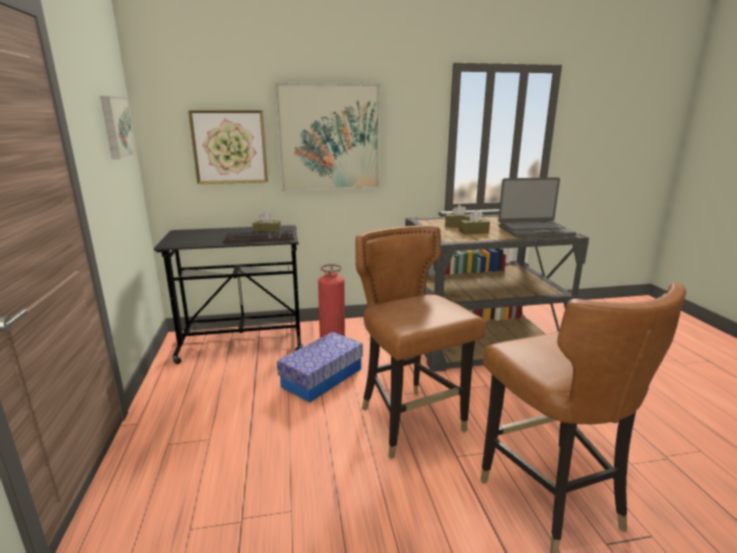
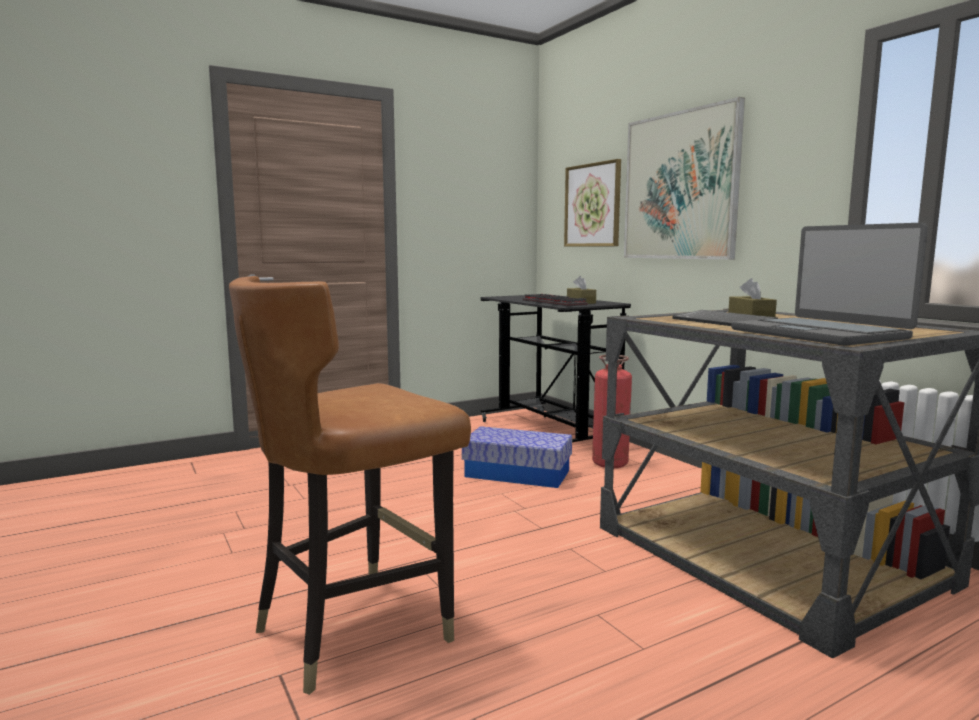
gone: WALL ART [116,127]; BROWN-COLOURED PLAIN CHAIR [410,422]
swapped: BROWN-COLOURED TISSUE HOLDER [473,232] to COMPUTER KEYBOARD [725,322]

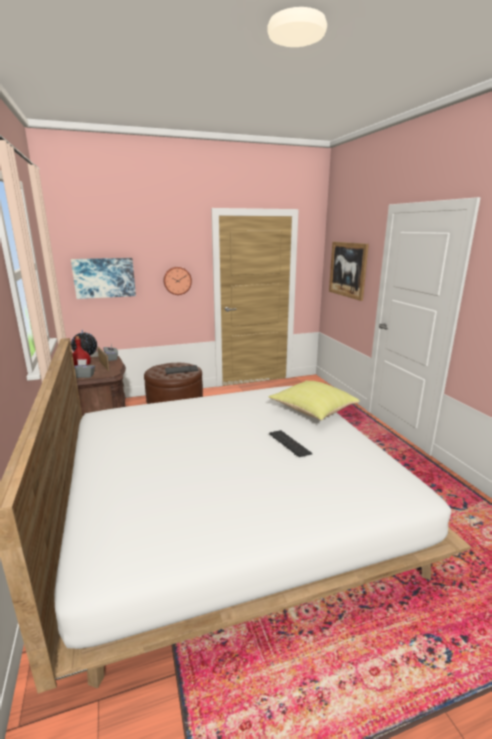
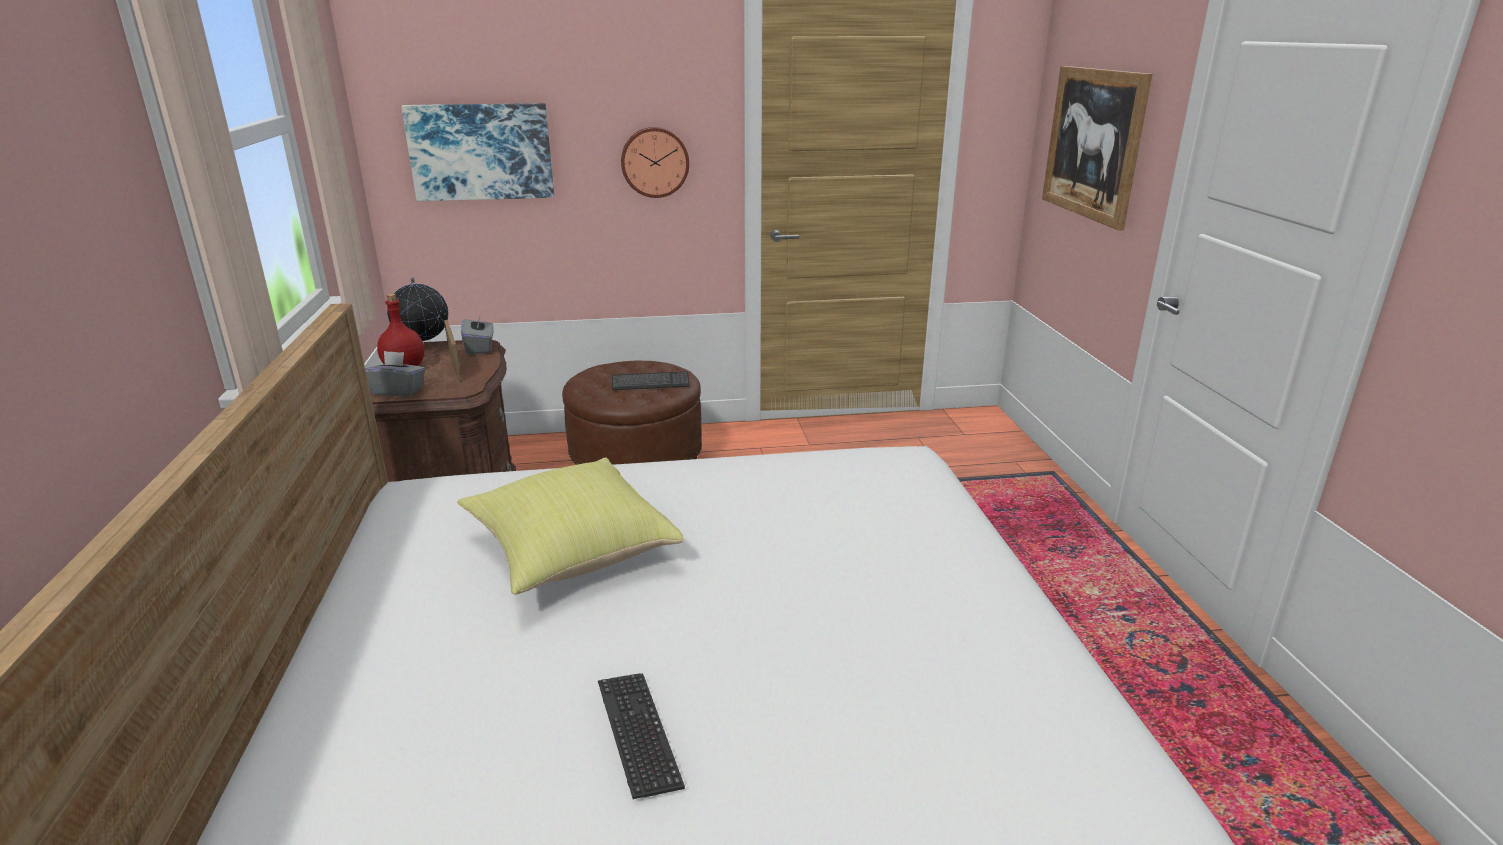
shifted: YELLOW-COLOURED THROW PILLOW [311,411] to [569,551]; COMPUTER KEYBOARD [289,444] to [638,734]

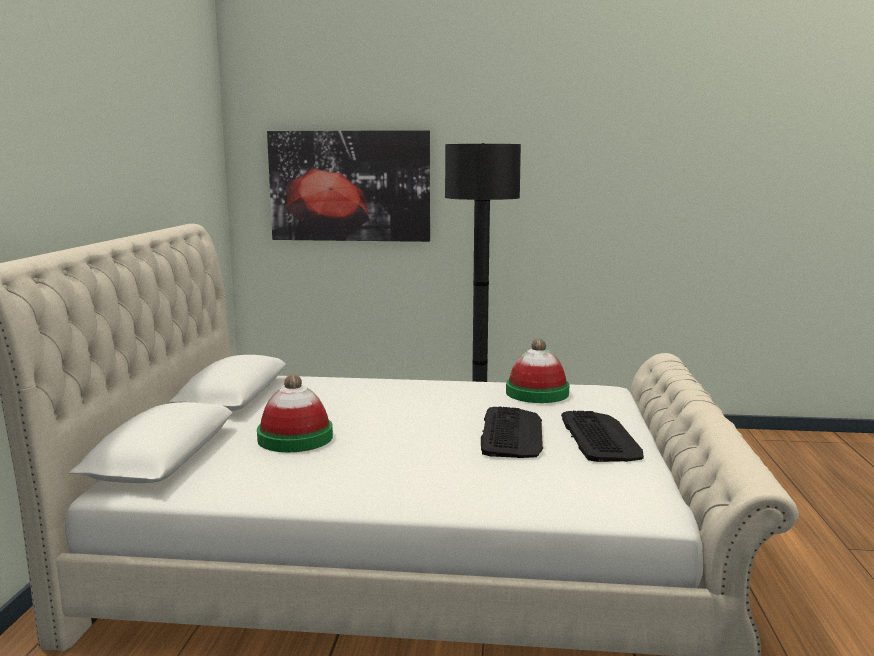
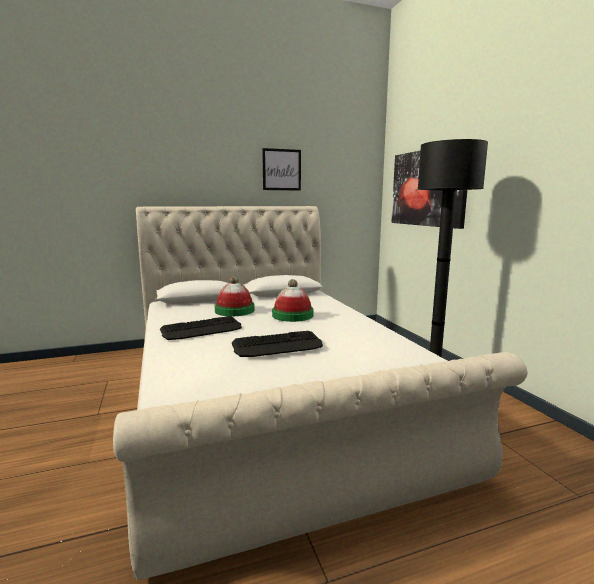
new: WALL ART [281,169]
shifted: HAT [537,393] to [292,315]; COMPUTER KEYBOARD [599,437] to [202,329]

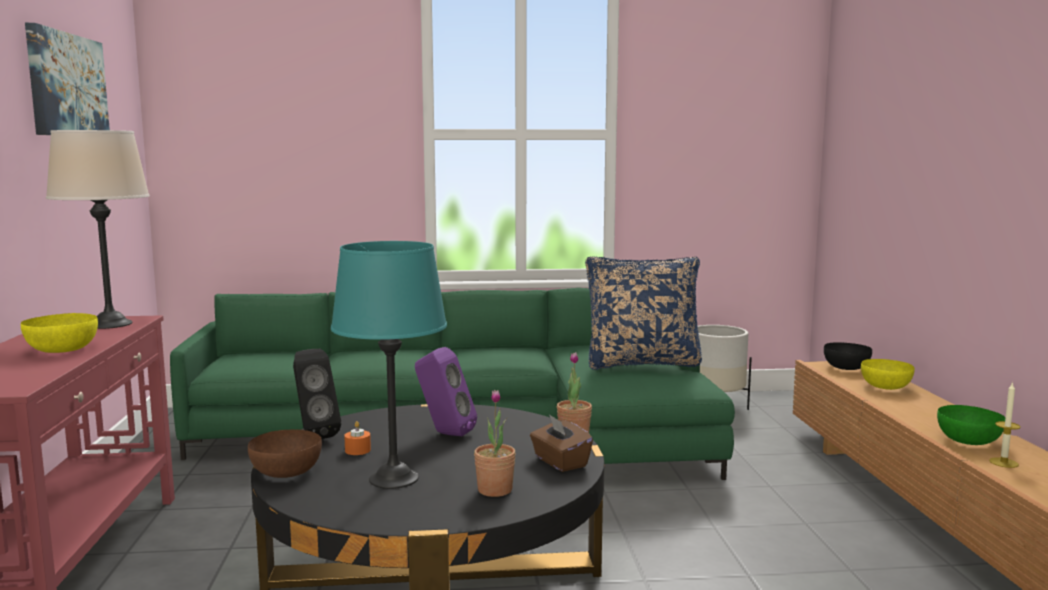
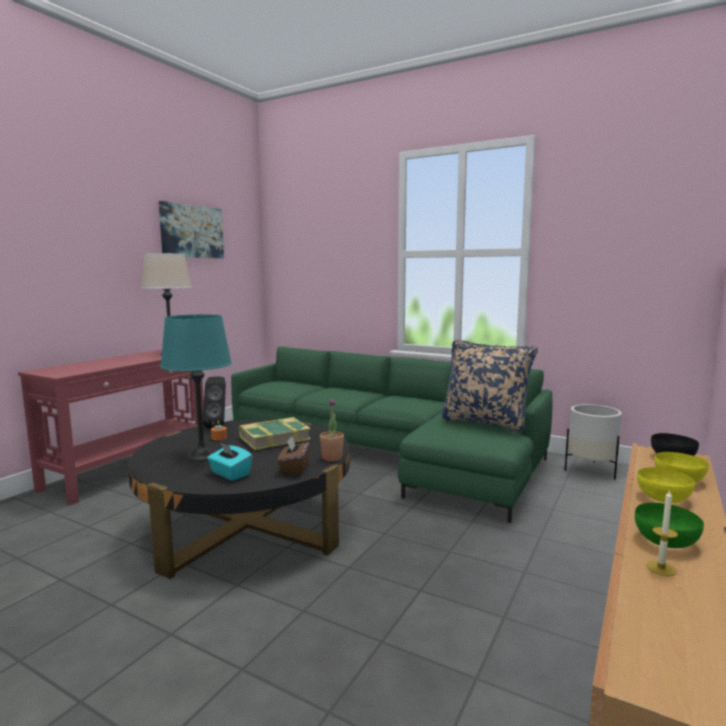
gone: BROWN-COLOURED DEEP DISH [285,471]
shifted: YELLOW-COLOURED DEEP DISH [62,349] to [662,497]
swapped: PURPLE SPEAKER [444,433] to BOUND BOOK [274,439]; POTTED PLANT [495,490] to BLUE-GREEN TISSUE HOLDER [230,474]

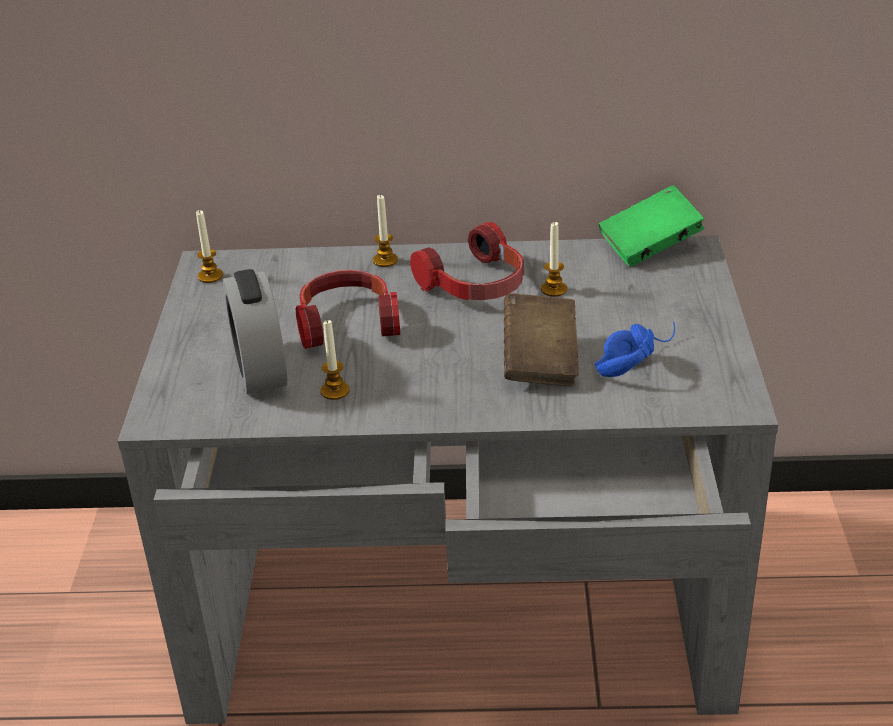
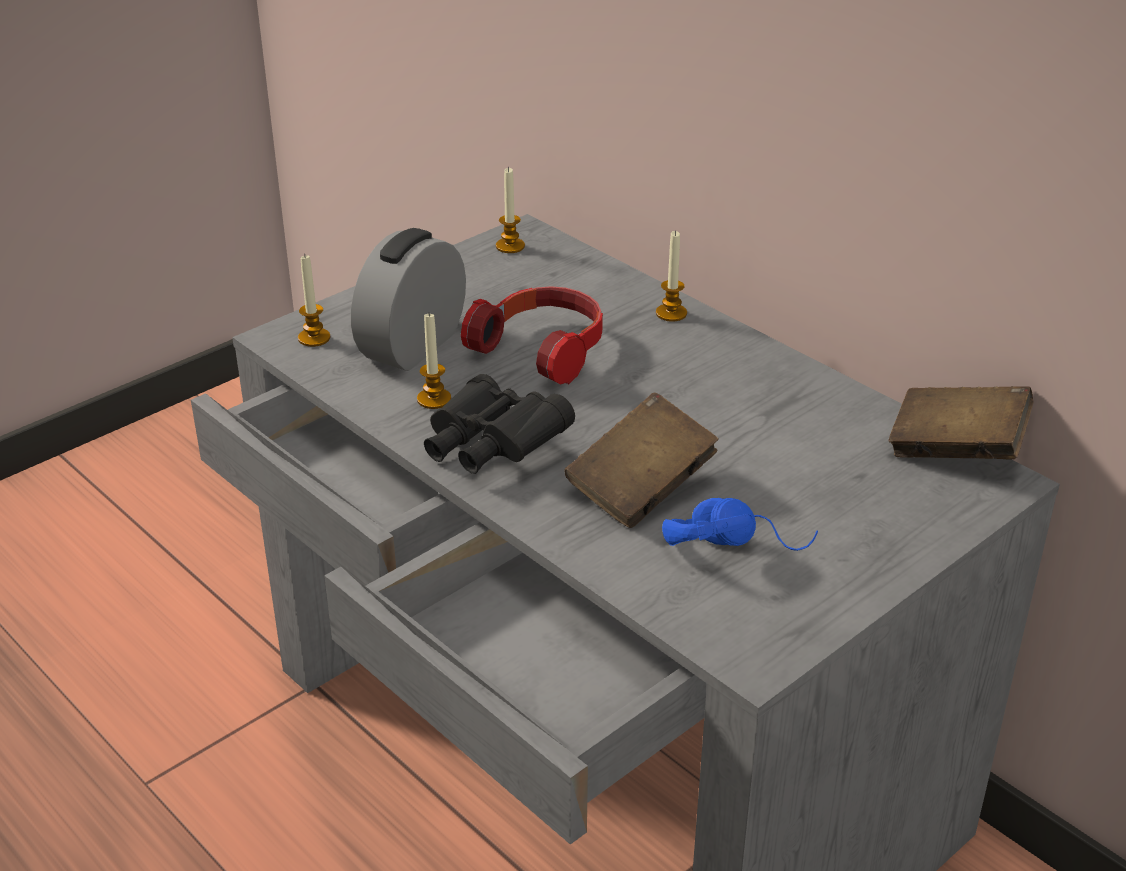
gone: PAIR OF HEADPHONES [476,285]
new: BLACK-COLOURED BINOCULARS [491,448]
shifted: WAX CANDLE [554,289] to [314,338]
repainted: GREEN-COLOURED BOUND BOOK [650,246] to BROWN-COLOURED BOUND BOOK [955,450]

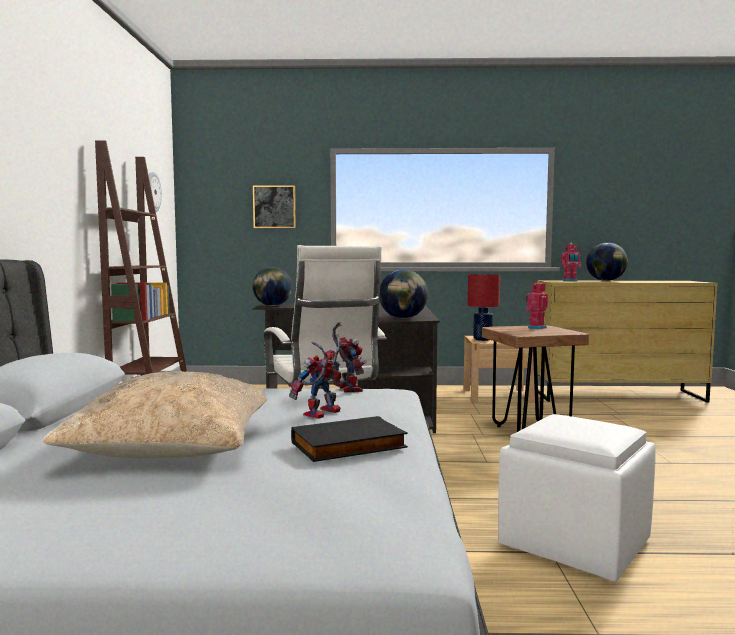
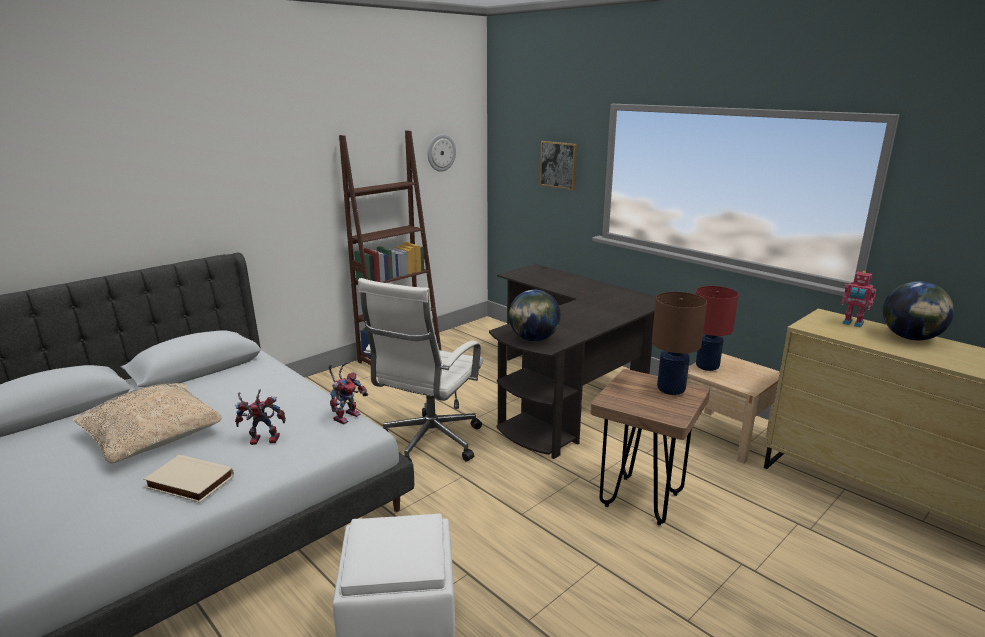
gone: WORLD GLOBE [272,306]
swapped: ROBOT FIGURE [536,328] to BROWN-COLOURED LAMP FOR A TABLE [670,391]
repainted: BLACK-COLOURED BOUND BOOK [348,446] to BEIGE-COLOURED BOUND BOOK [188,483]

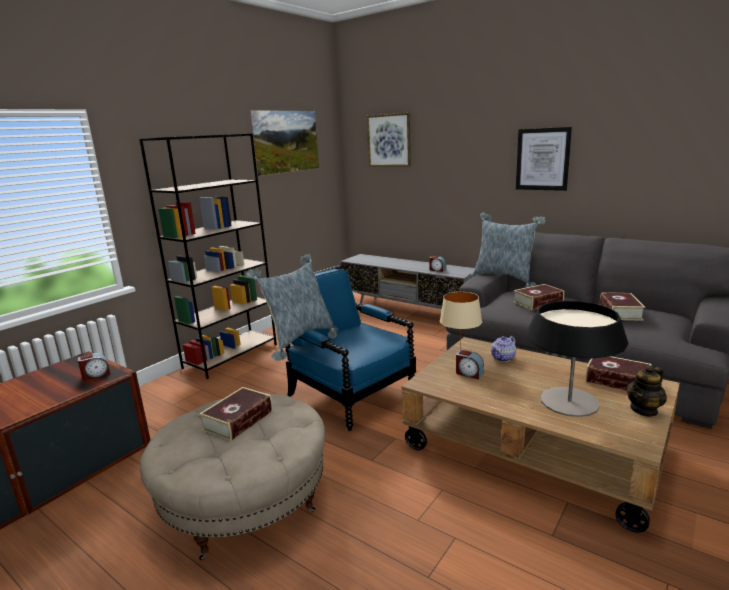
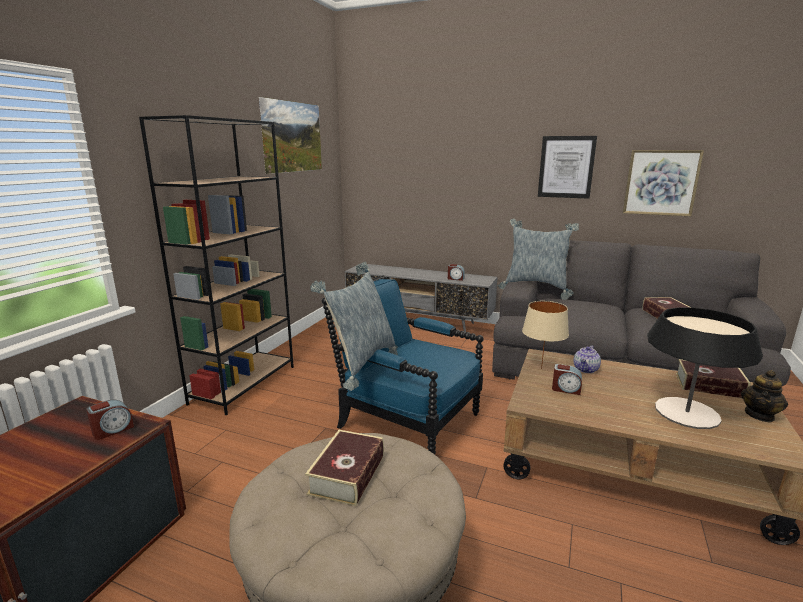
gone: BOUND BOOK [538,302]
shifted: WALL ART [389,140] to [661,182]

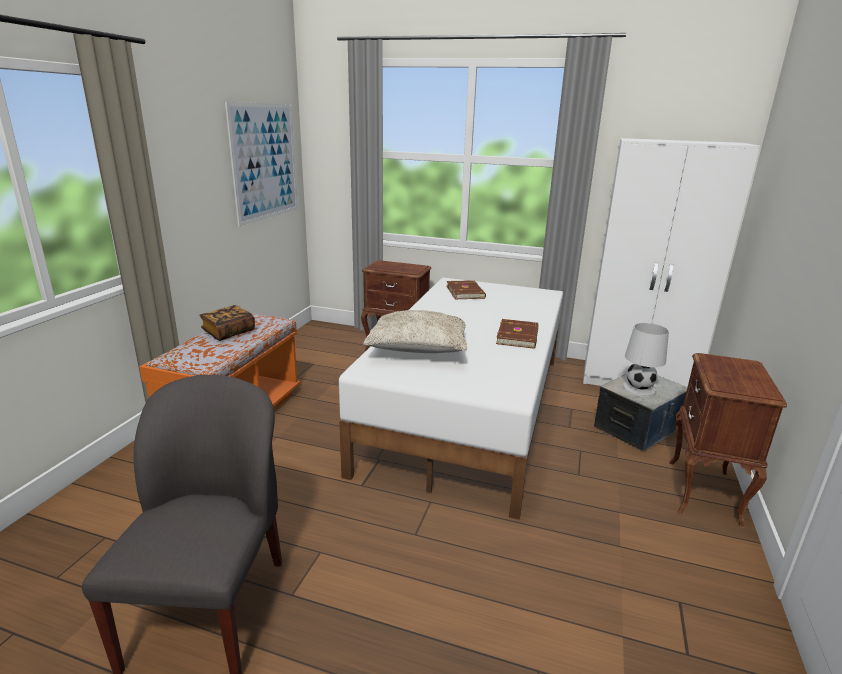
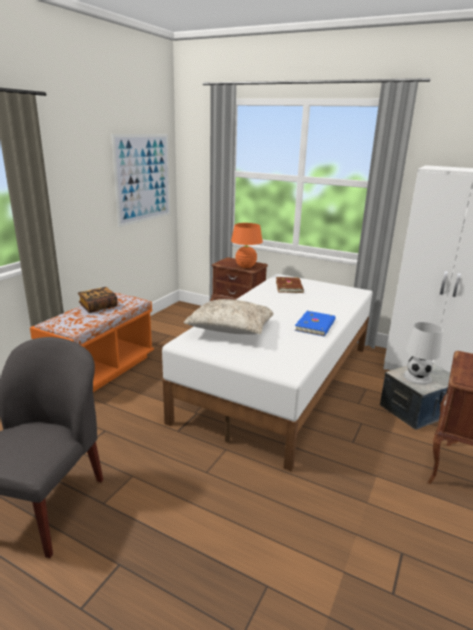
new: ORANGEY LAMP FOR A TABLE [245,266]
repainted: BROWN-COLOURED BOUND BOOK [518,336] to BLUE BOUND BOOK [316,325]

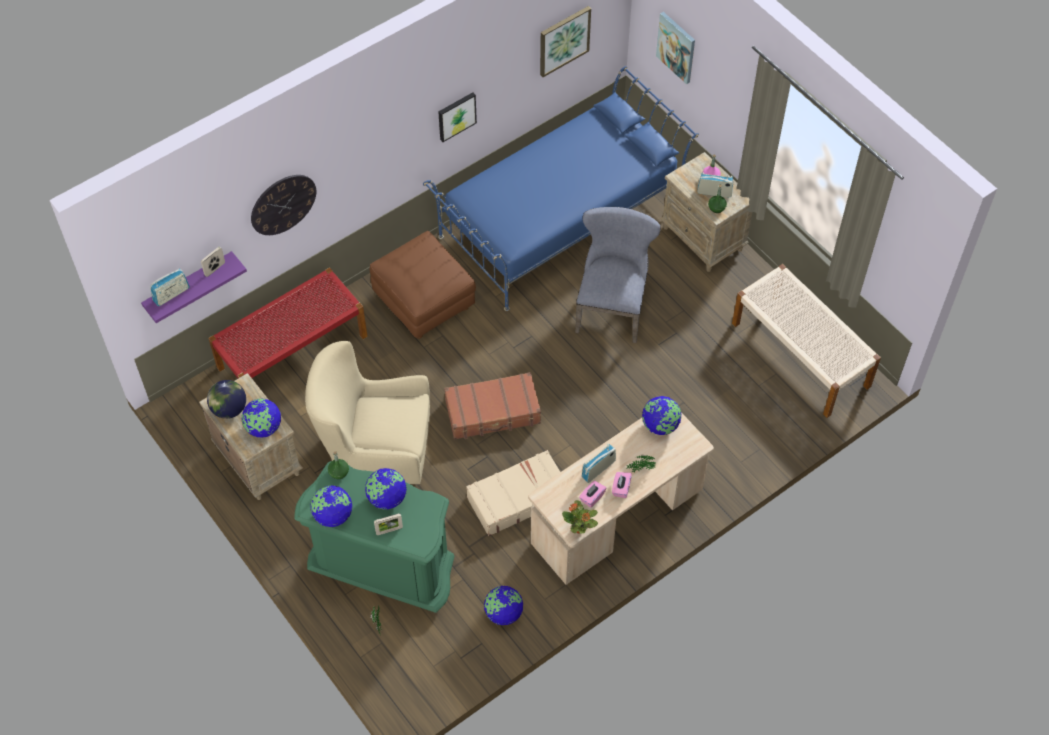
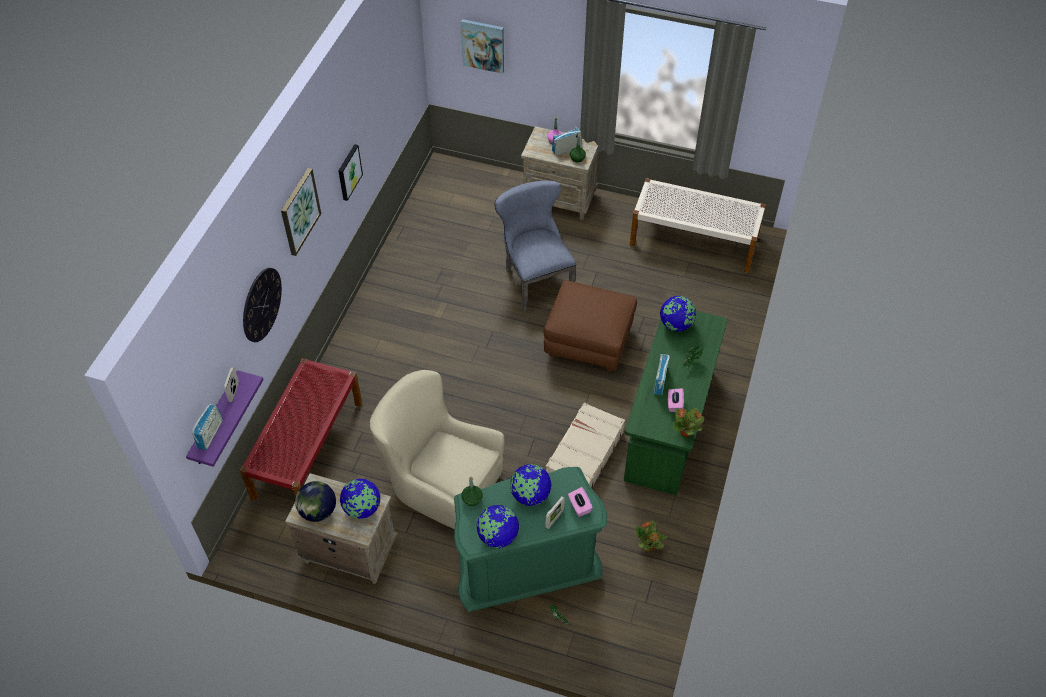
gone: BLUE BED [560,220]; BROWN-COLOURED SUITCASE [493,412]
shifted: BROWN-COLOURED FOOTREST [424,302] to [589,343]; WALL ART [564,40] to [299,211]; PINKISH TISSUE HOLDER [621,488] to [579,506]
swapped: WORLD GLOBE [503,613] to POTTED PLANT [648,547]
repainted: BEIGE-COLOURED DESK TABLE [617,517] to GREEN-COLOURED DESK TABLE [669,424]
rotated: BEIGE-COLOURED LOUNGE CHAIR [375,448] = [440,483] 60 degrees clockwise

